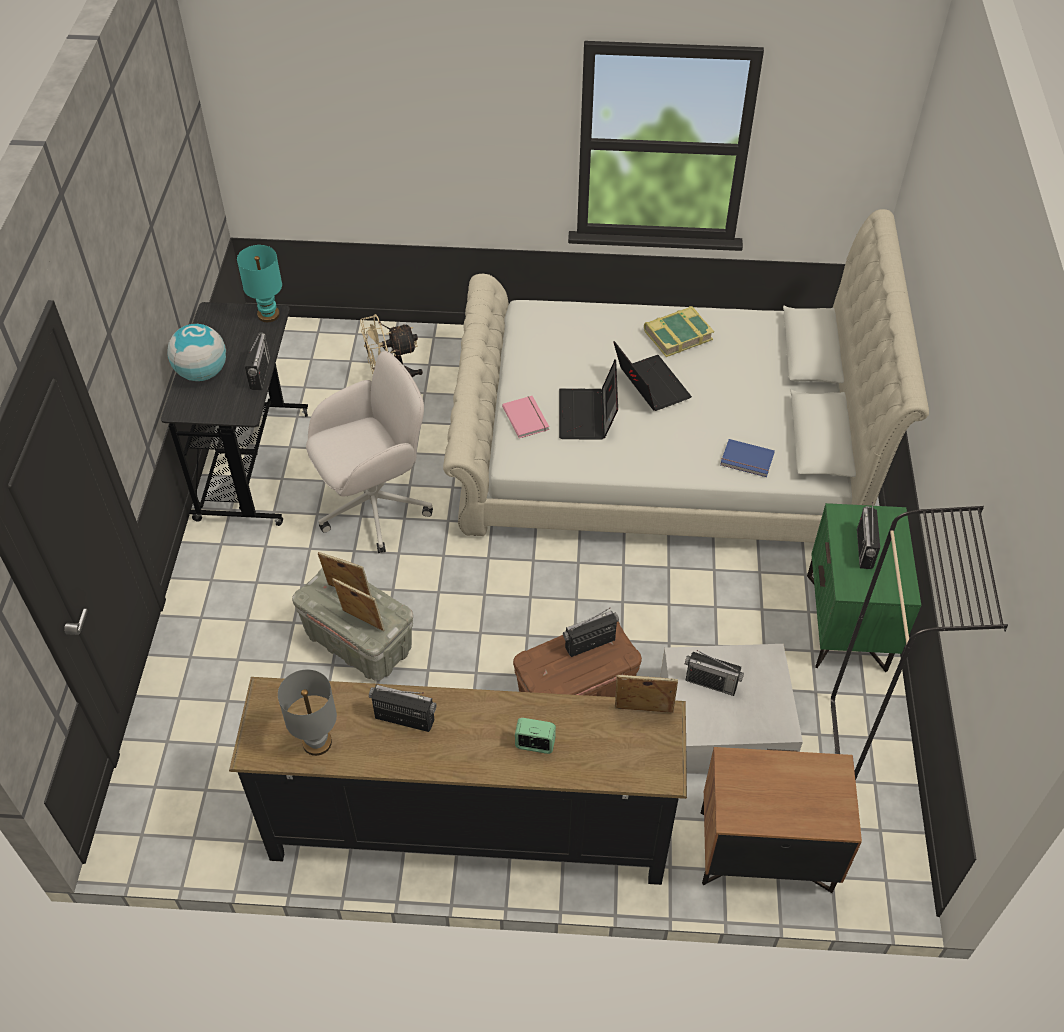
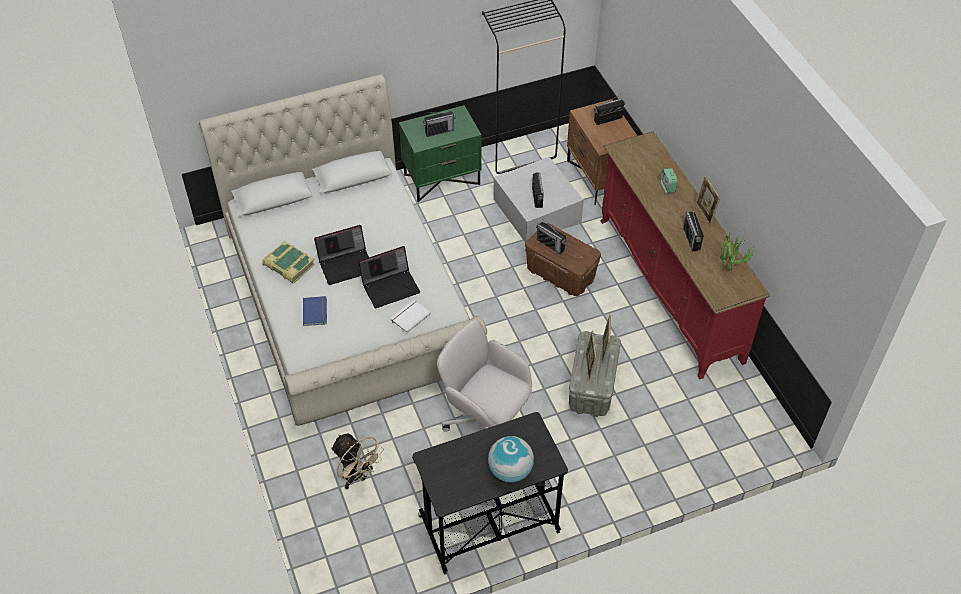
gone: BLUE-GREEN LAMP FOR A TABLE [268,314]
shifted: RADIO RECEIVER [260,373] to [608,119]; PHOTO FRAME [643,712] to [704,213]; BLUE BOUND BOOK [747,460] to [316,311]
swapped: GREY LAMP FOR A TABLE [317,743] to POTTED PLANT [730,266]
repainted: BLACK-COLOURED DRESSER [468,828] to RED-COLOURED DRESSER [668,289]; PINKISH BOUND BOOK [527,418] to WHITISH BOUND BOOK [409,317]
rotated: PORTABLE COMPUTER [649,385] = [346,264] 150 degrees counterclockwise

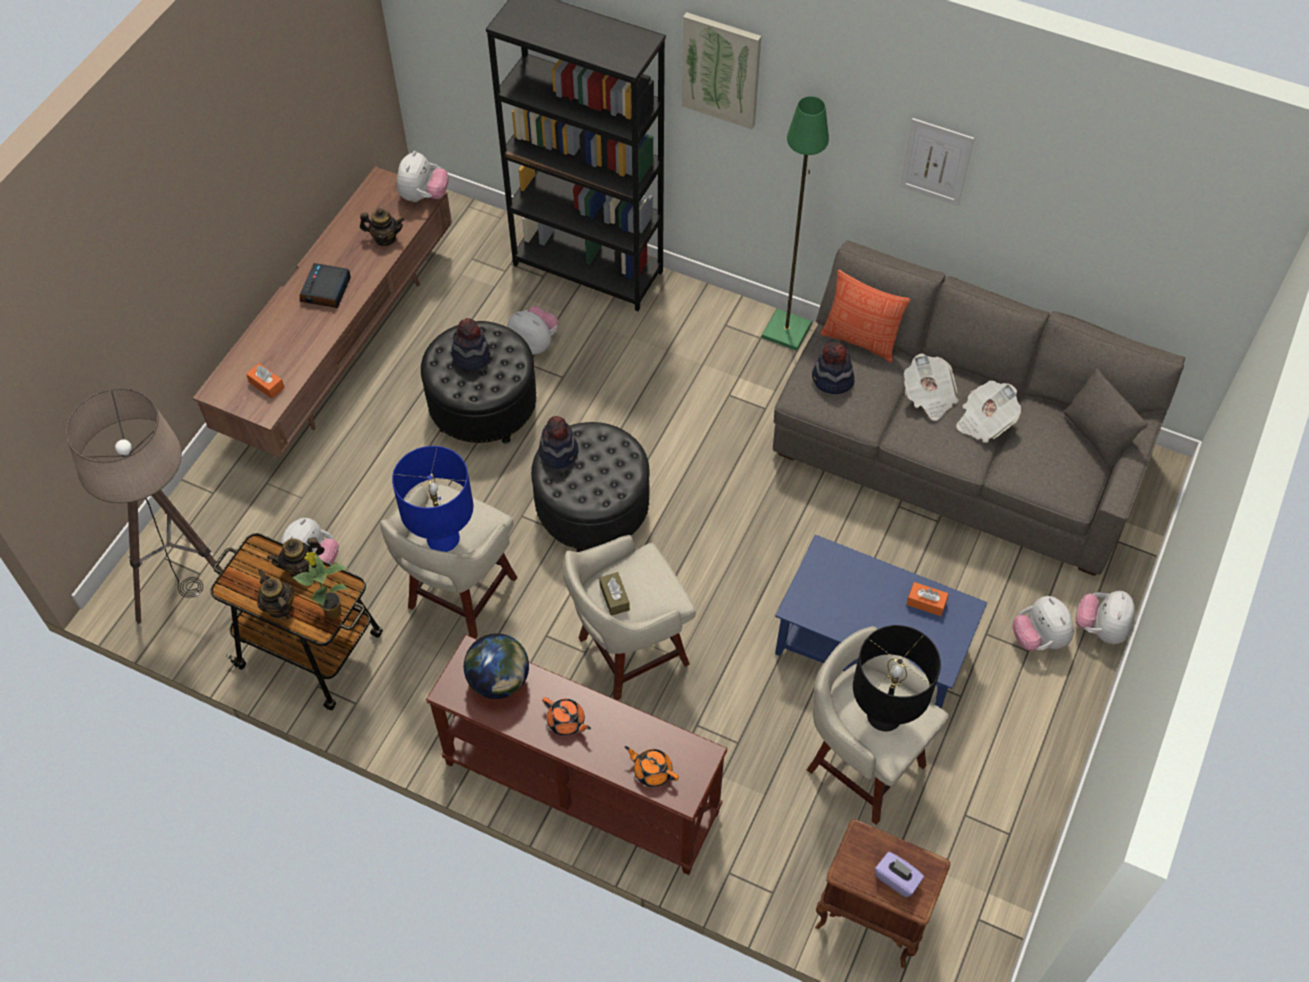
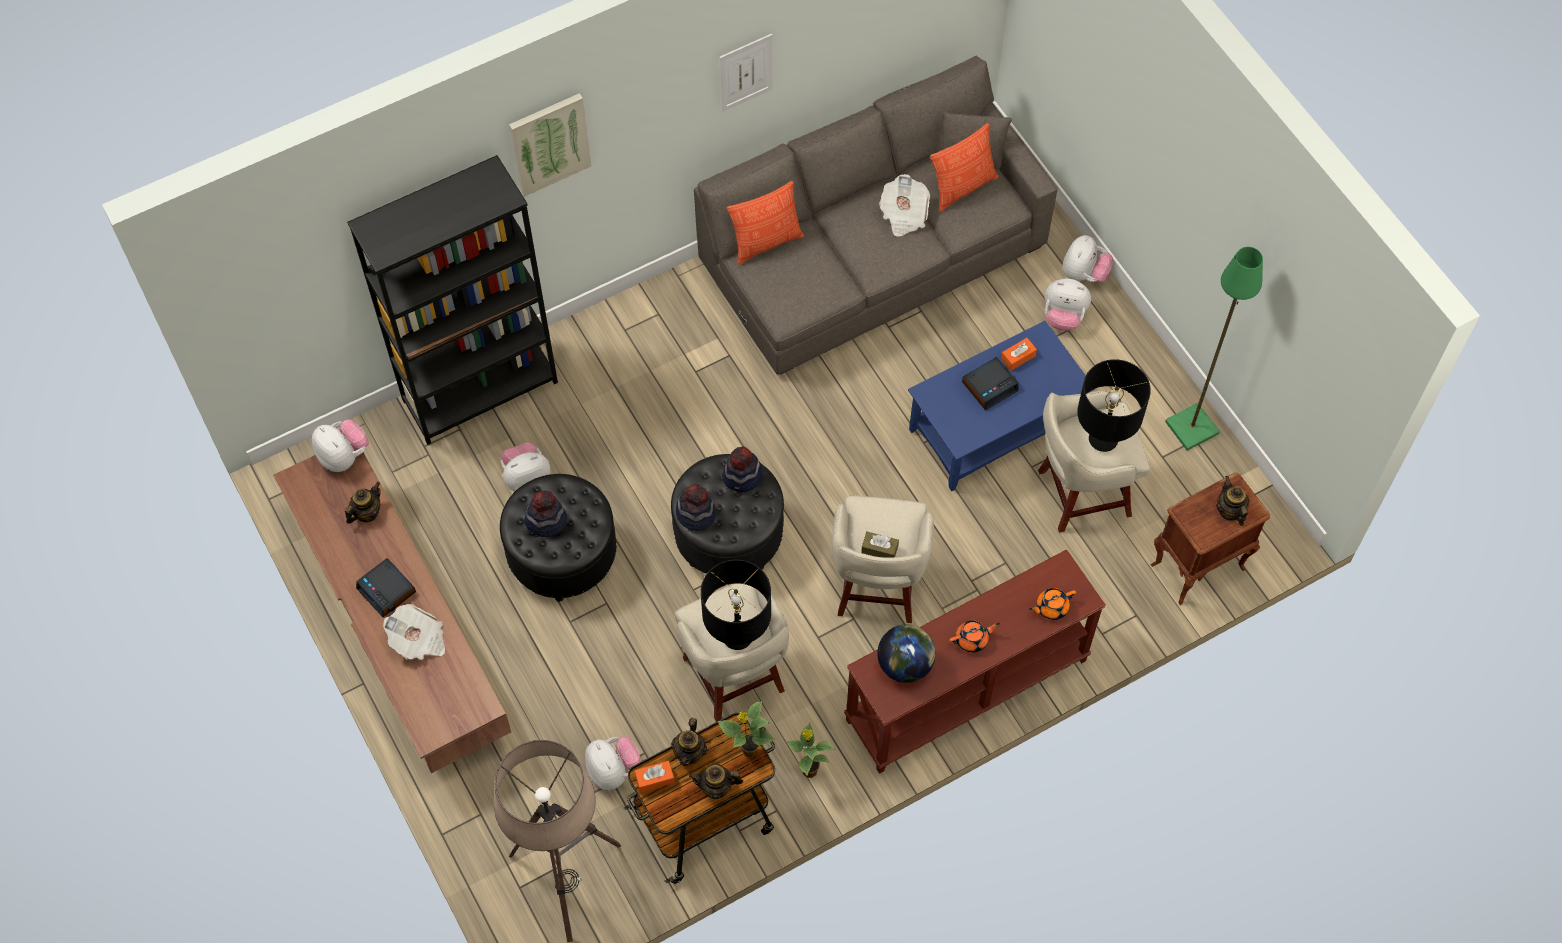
new: POTTED PLANT [809,770]; ORANGEY THROW PILLOW [962,187]; ALARM CLOCK [990,386]
shifted: ORANGEY TISSUE HOLDER [266,385] to [655,779]; GREEN-COLOURED STANDING LAMP [787,330] to [1191,427]; HAT [832,380] to [743,476]; DAILY PAPER [928,397] to [418,640]
swapped: PURPLE TISSUE HOLDER [897,879] to TEAPOT [1229,511]
repainted: BLUE LAMP FOR A TABLE [443,540] to BLACK-COLOURED LAMP FOR A TABLE [737,637]
rotated: PLUSH TOY [1100,628] = [1084,274] 120 degrees counterclockwise

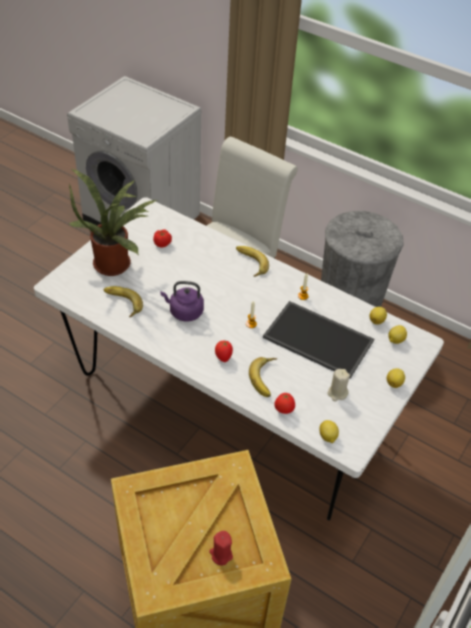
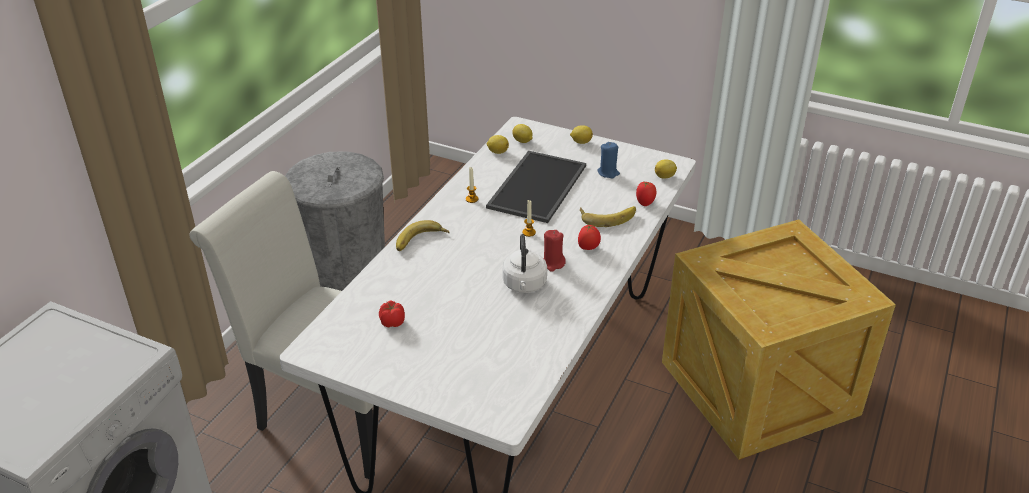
gone: POTTED PLANT [115,263]; WHOLE BANANA [121,303]
shifted: RED-COLOURED WAX CANDLE [221,554] to [553,263]
repainted: PURPLE WATER KETTLE [184,312] to WHITISH WATER KETTLE [524,285]; BEIGE-COLOURED WAX CANDLE [337,393] to BLUE WAX CANDLE [608,173]

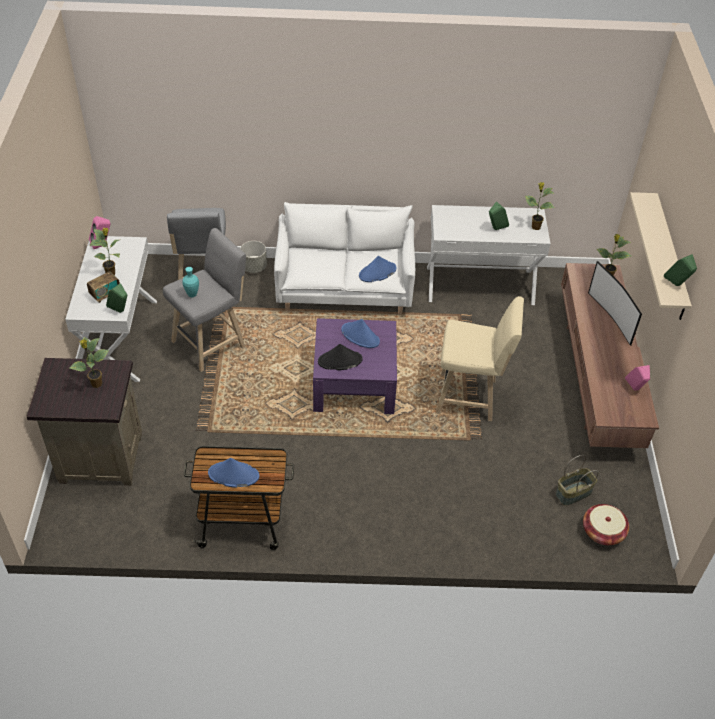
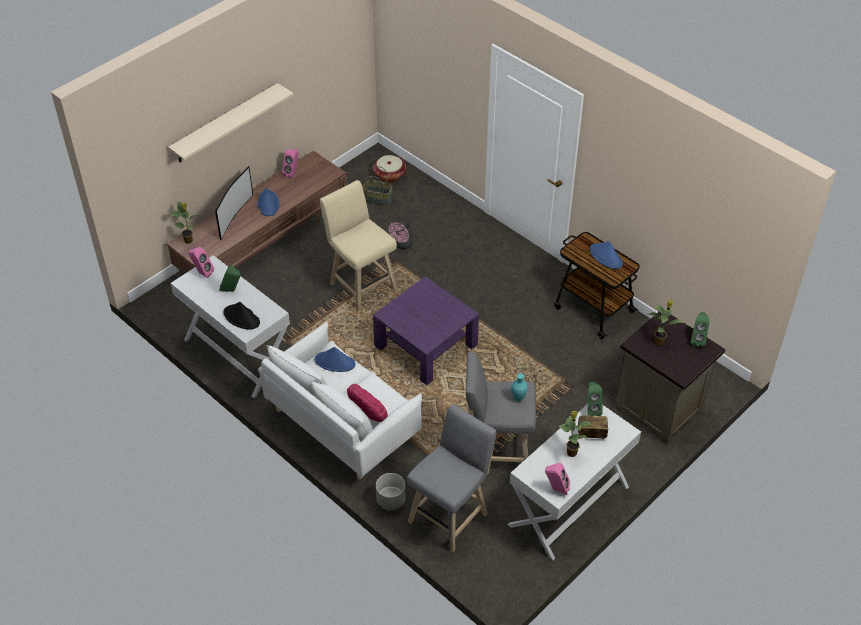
new: PINKISH THROW PILLOW [367,416]; PINKISH FAN [402,245]
shifted: BLACK-COLOURED HAT [340,360] to [242,318]; BLUE HAT [360,336] to [268,203]; GREEN-COLOURED SPEAKER [676,285] to [697,340]
swapped: POTTED PLANT [535,227] to PINKISH SPEAKER [202,273]

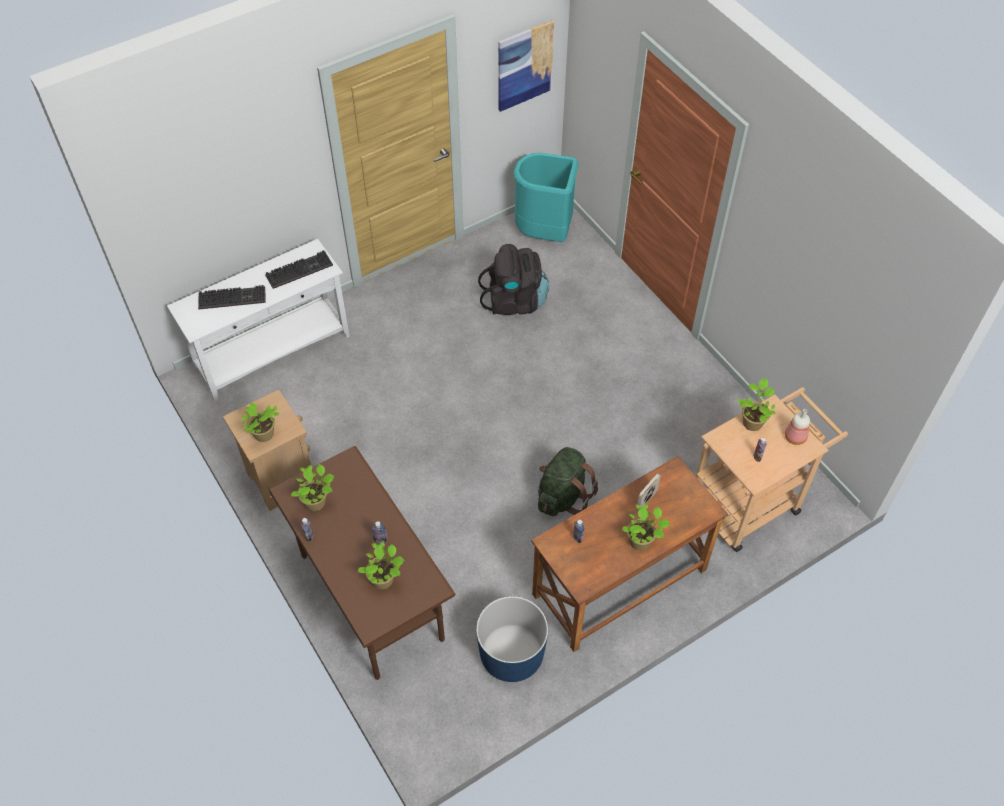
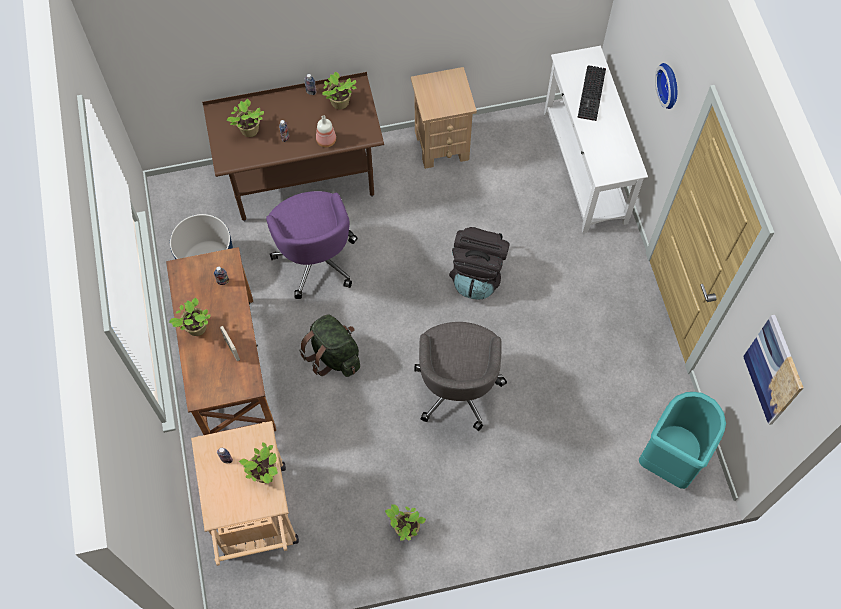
gone: COMPUTER KEYBOARD [300,269]
new: PURPLE OFFICE CHAIR [317,261]; GREY OFFICE CHAIR [457,390]; HANGING CLOCK [670,85]
shifted: POTTED PLANT [264,435] to [405,529]; BLACK-COLOURED KNAPSACK [515,301] to [477,274]; BEVERAGE BOTTLE [796,437] to [326,141]

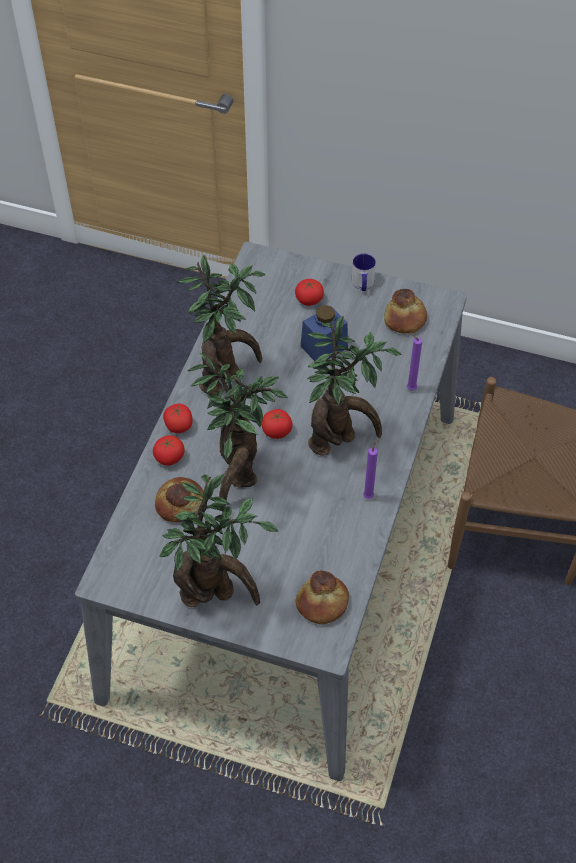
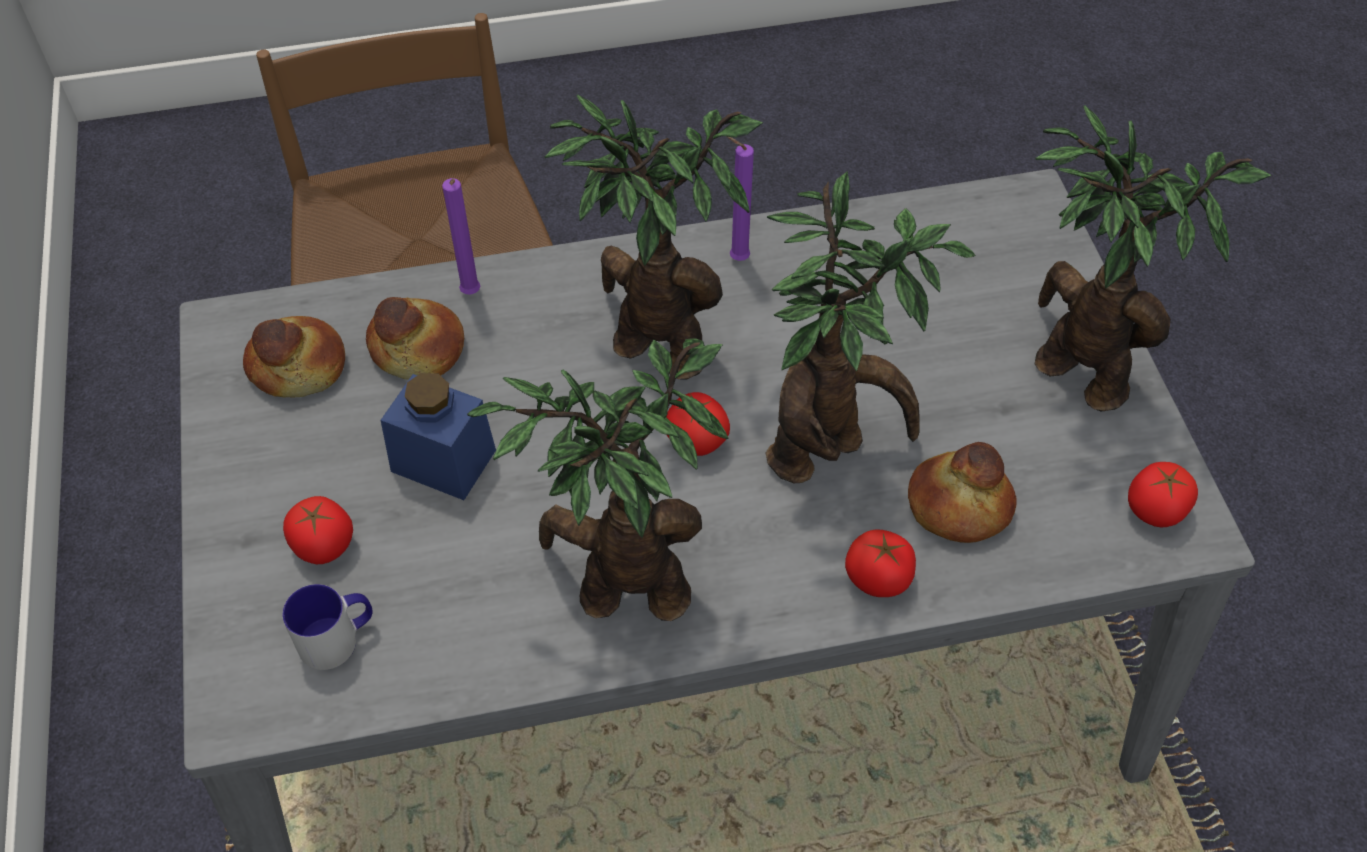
shifted: FRESH TOMATO [179,426] to [1155,509]; BAKERY BREAD [322,603] to [418,348]; COFFEE MUG [362,284] to [338,638]

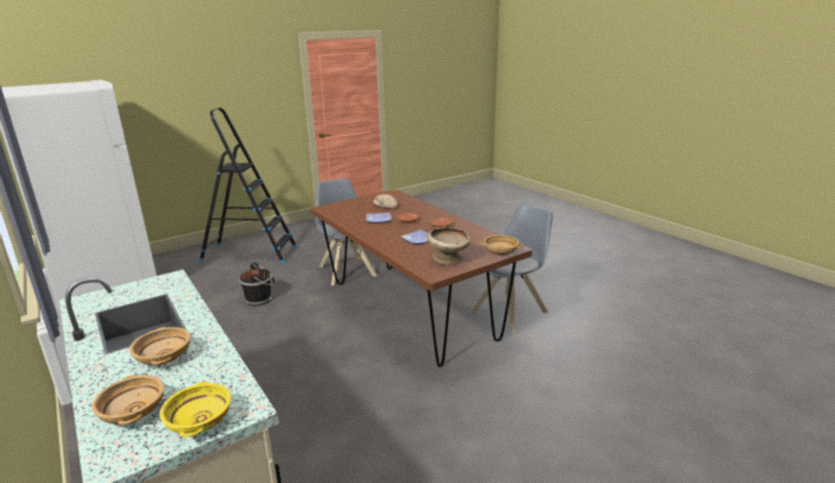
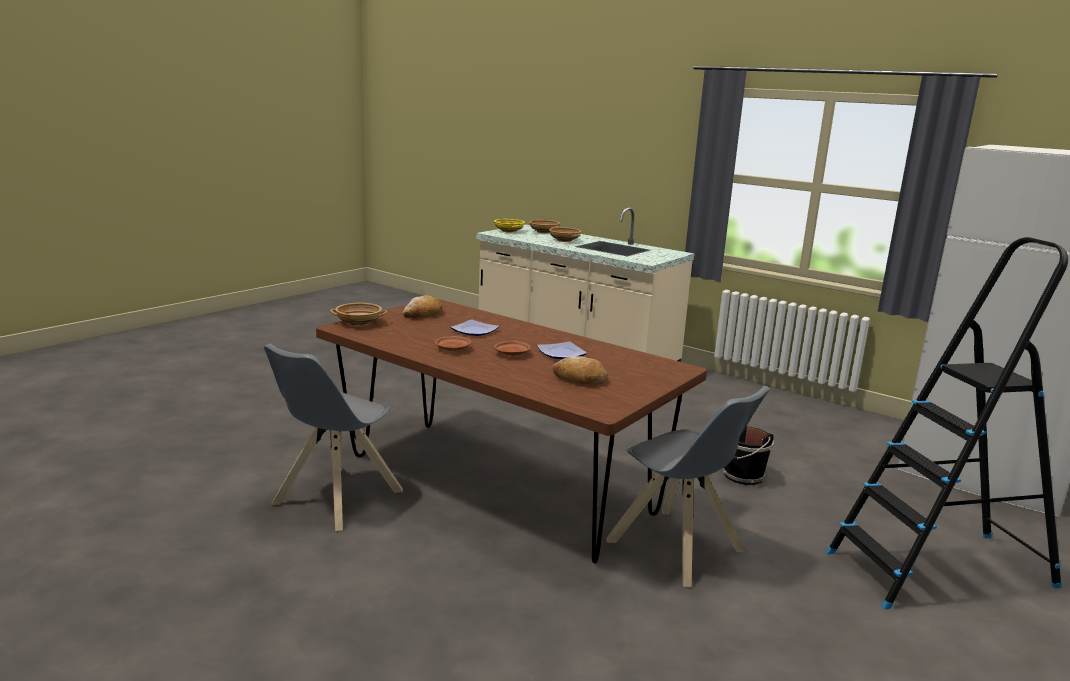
swapped: BEIGE-COLOURED DEEP DISH [449,259] to BAKERY BREAD [423,314]

